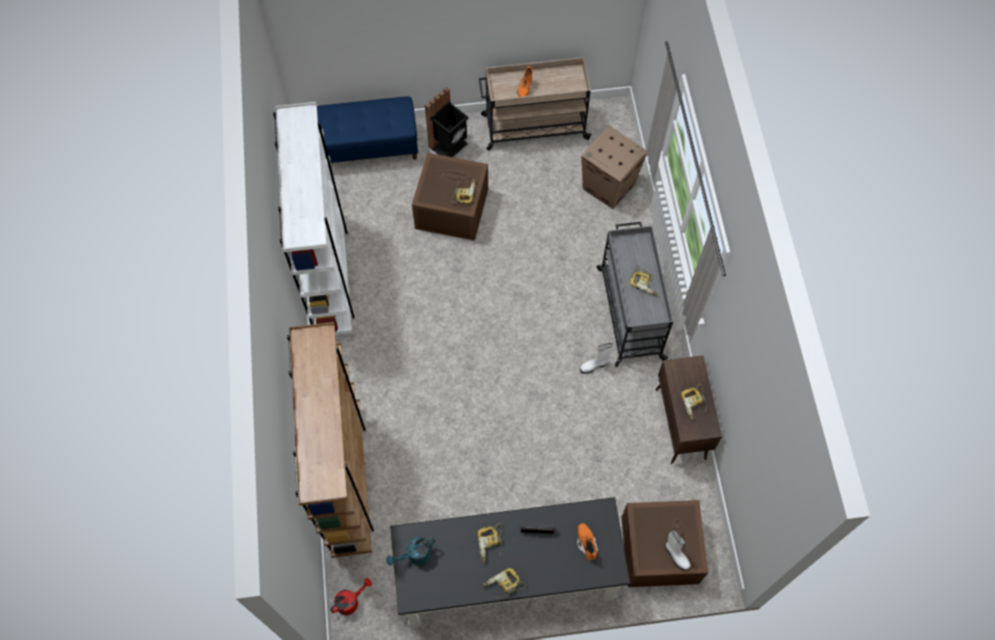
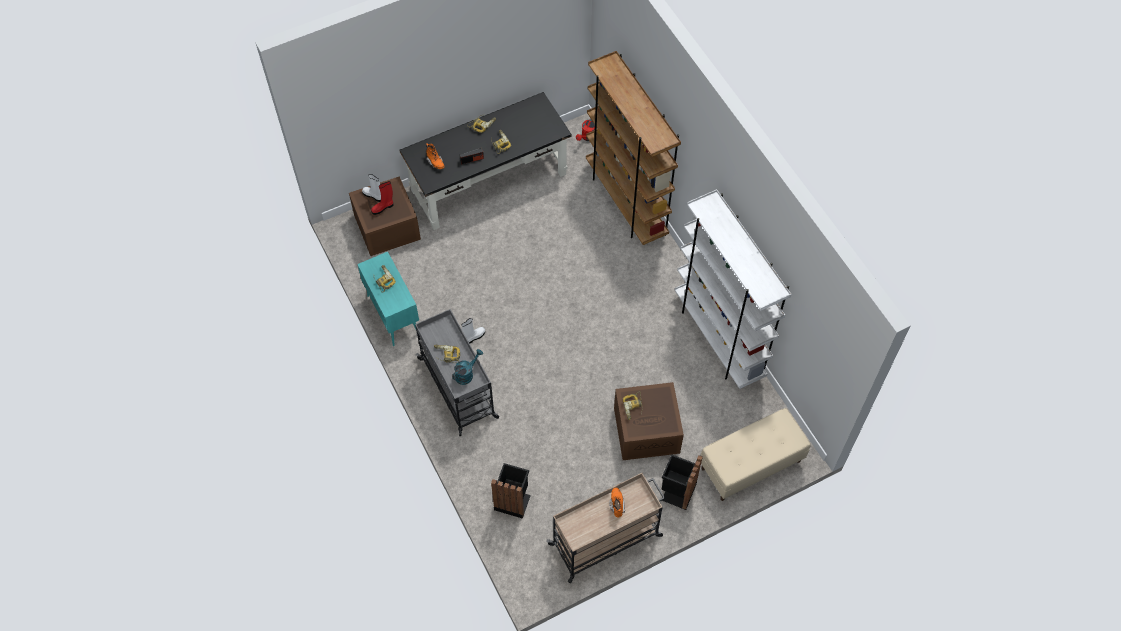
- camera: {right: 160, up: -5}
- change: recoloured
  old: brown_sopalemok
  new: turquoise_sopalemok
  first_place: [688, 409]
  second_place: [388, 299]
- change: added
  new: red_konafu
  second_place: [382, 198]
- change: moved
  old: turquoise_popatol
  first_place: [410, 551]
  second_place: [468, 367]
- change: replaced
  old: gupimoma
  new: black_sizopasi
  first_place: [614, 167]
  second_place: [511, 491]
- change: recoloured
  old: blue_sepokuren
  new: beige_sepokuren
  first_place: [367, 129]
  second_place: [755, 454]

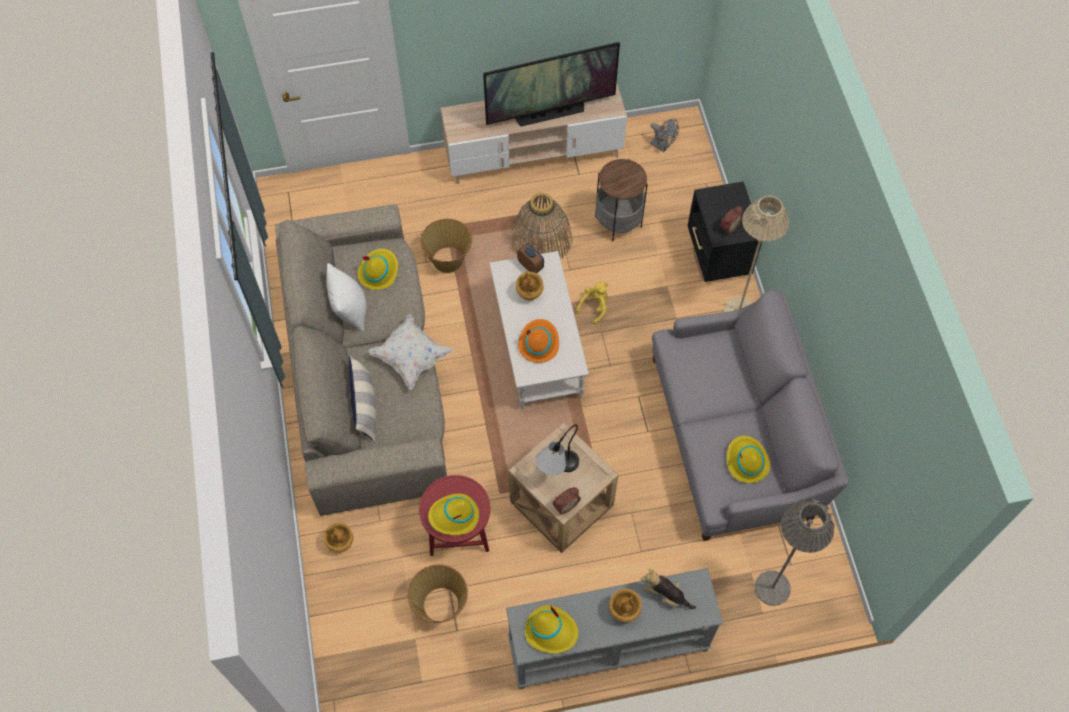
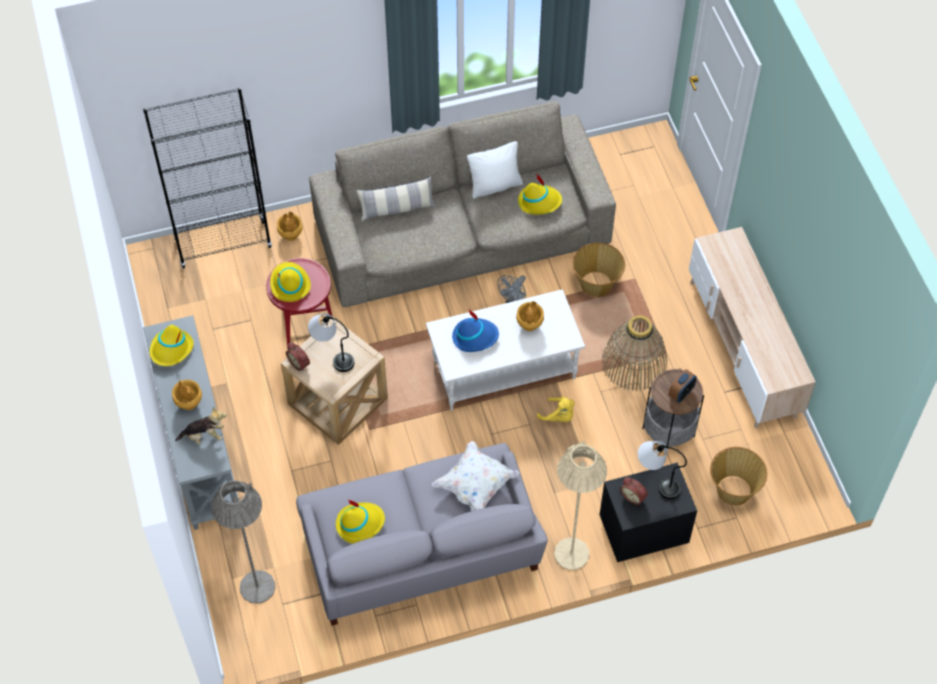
- camera: {right: 85, up: -5}
- change: added
  new: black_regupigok
  second_place: [207, 177]
- change: turned
  old: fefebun
  first_place: [668, 589]
  second_place: [200, 425]
  degrees: 60
- change: moved
  old: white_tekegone
  first_place: [410, 352]
  second_place: [475, 476]
- change: recoloured
  old: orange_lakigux
  new: blue_lakigux
  first_place: [538, 341]
  second_place: [475, 331]
- change: moved
  old: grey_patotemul
  first_place: [664, 135]
  second_place: [511, 289]
- change: added
  new: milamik
  second_place: [662, 470]
- change: moved
  old: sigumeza
  first_place: [530, 258]
  second_place: [683, 386]
- change: moved
  old: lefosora
  first_place: [438, 593]
  second_place: [738, 476]
- change: removed
  old: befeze
  first_place: [551, 84]

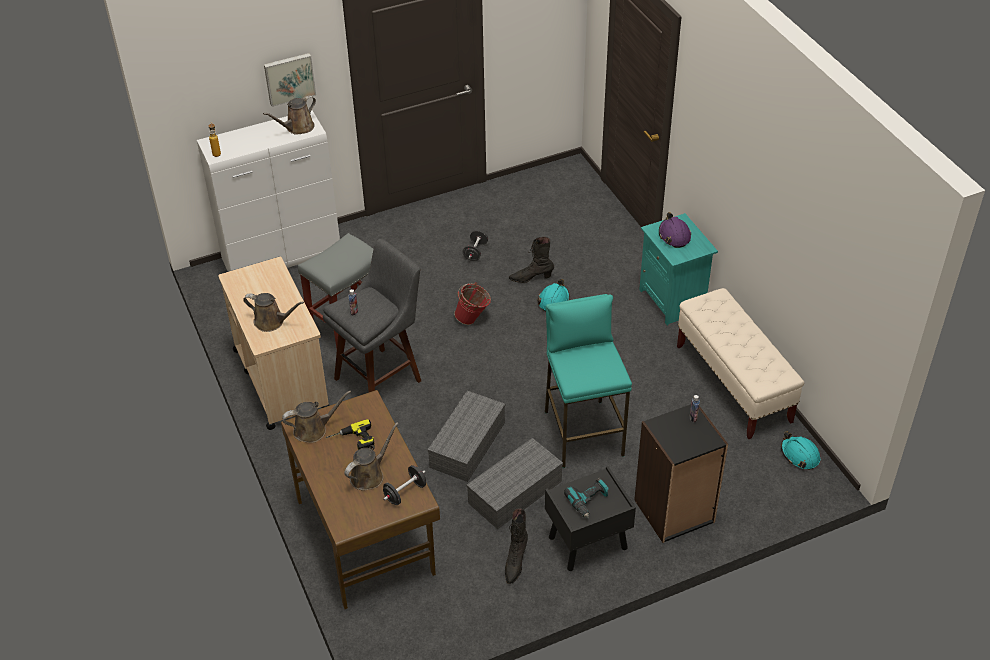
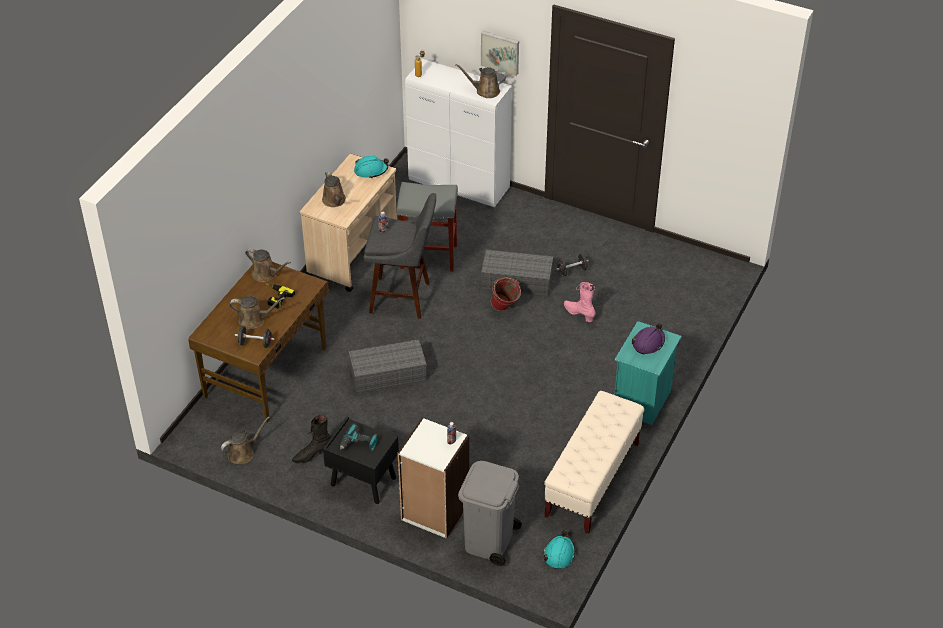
- camera: {right: 50, up: 0}
- change: added
  new: brown_popatol
  second_place: [245, 440]
- change: moved
  old: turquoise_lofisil
  first_place: [553, 295]
  second_place: [371, 167]
- change: recoloured
  old: black_regupigok
  new: white_regupigok
  first_place: [681, 473]
  second_place: [433, 478]
- change: added
  new: grey_sizopasi
  second_place: [490, 513]
- change: moved
  old: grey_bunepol
  first_place: [514, 483]
  second_place: [517, 273]
- change: recoloured
  old: black_konafu
  new: pink_konafu
  first_place: [531, 260]
  second_place: [580, 302]
- change: removed
  old: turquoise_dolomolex
  first_place: [588, 381]

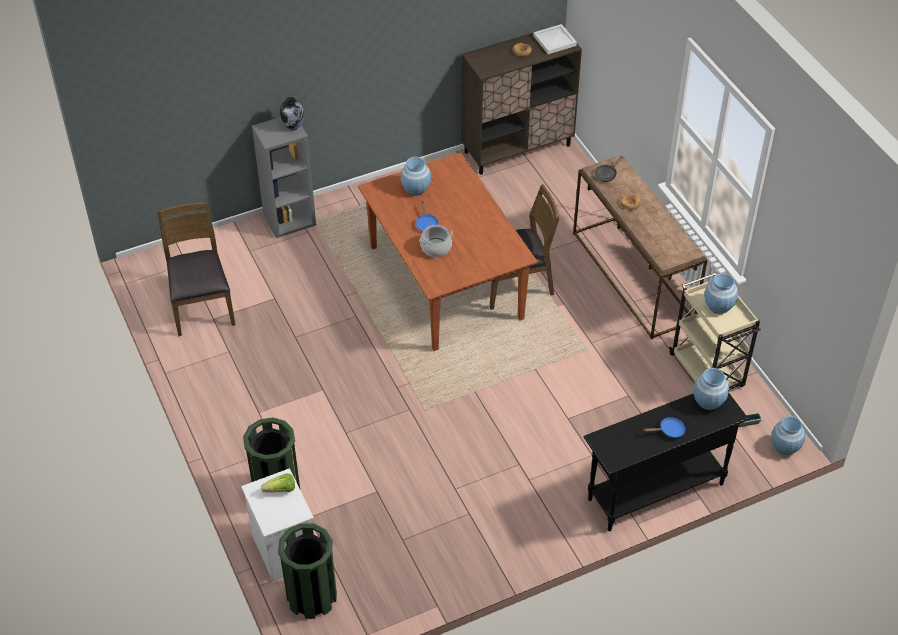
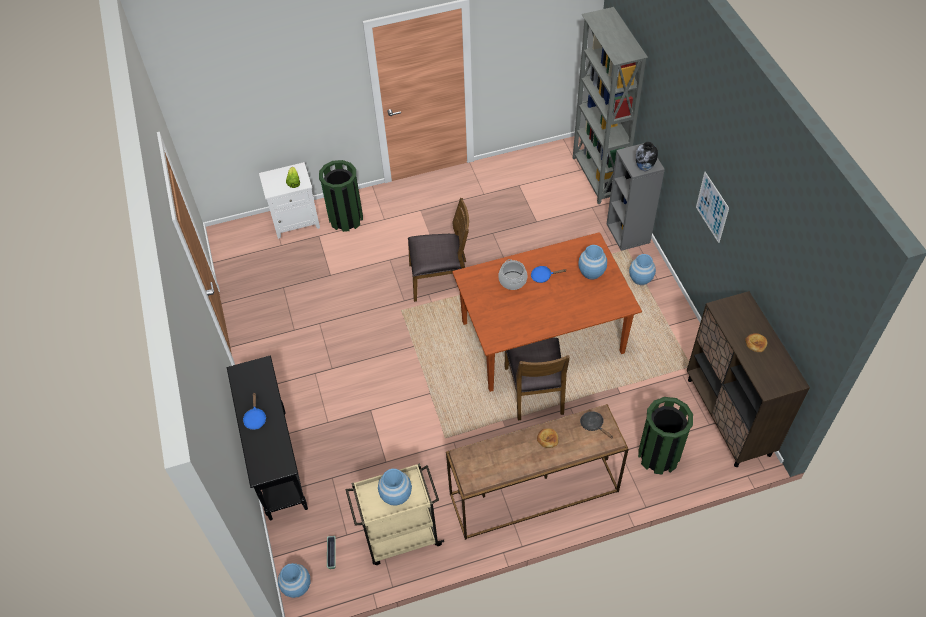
- camera: {right: 100, up: 5}
- change: moved
  old: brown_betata
  first_place: [196, 269]
  second_place: [438, 250]
- change: added
  new: grey_regupigok
  second_place: [610, 105]
- change: moved
  old: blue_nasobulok
  first_place: [711, 389]
  second_place: [642, 269]
- change: moved
  old: green_sizopasi
  first_place: [307, 571]
  second_place: [665, 436]
- change: added
  new: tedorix
  second_place: [712, 207]
- change: removed
  old: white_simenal
  first_place: [555, 39]

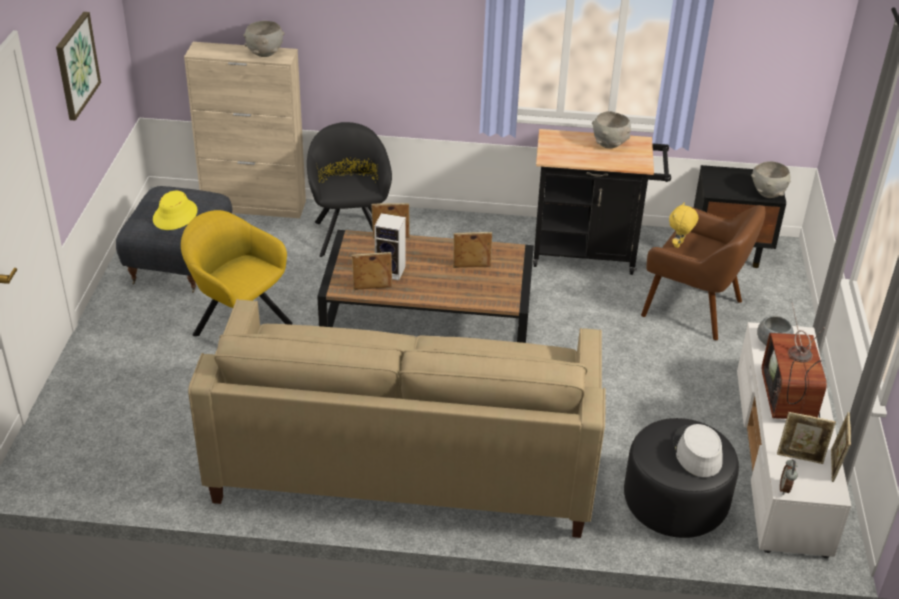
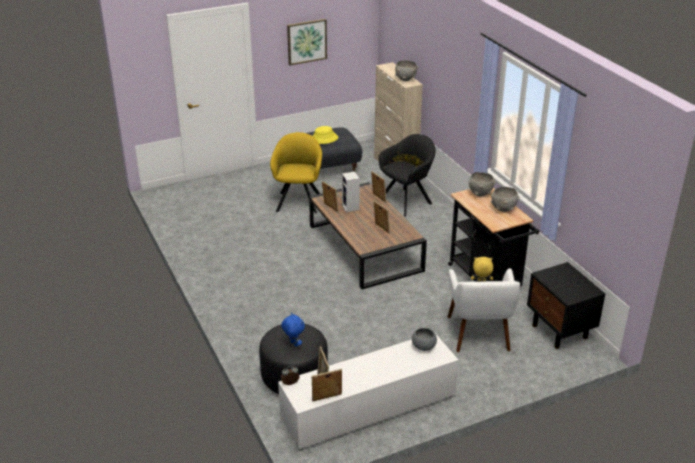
- camera: {right: 60, up: -5}
- change: replaced
  old: grey_lakigux
  new: blue_fefebun
  first_place: [698, 450]
  second_place: [293, 329]
- change: recoloured
  old: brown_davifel
  new: white_davifel
  first_place: [703, 272]
  second_place: [484, 310]
- change: moved
  old: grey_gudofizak
  first_place: [771, 179]
  second_place: [482, 184]
- change: removed
  old: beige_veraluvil
  first_place: [397, 418]
- change: removed
  old: befeze
  first_place: [794, 361]

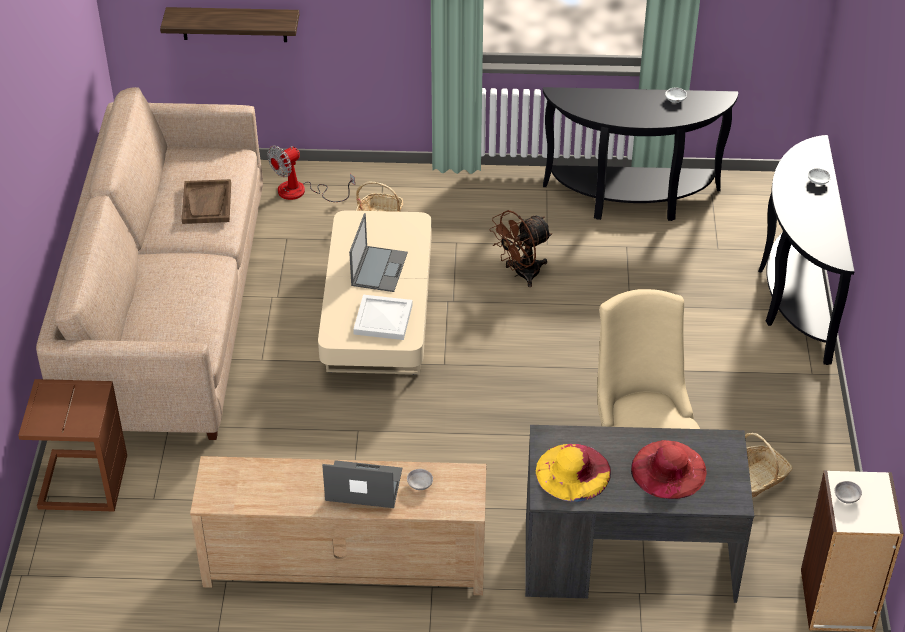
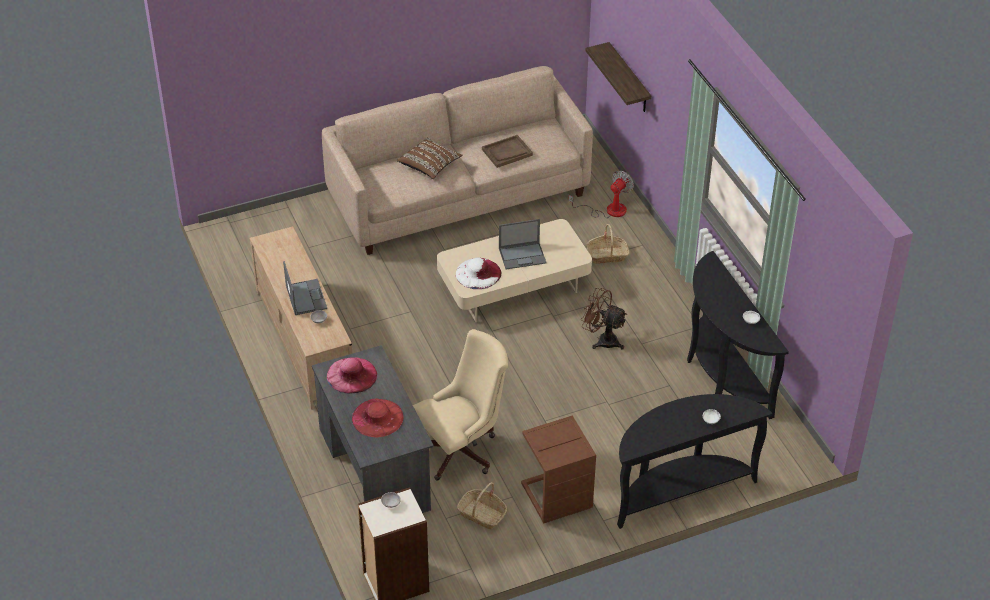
- camera: {right: 65, up: 0}
- change: recoloured
  old: yellow_lakigux
  new: pink_lakigux
  first_place: [573, 473]
  second_place: [352, 375]
- change: added
  new: brown_tekegone
  second_place: [430, 158]
- change: replaced
  old: white_simenal
  new: white_lakigux
  first_place: [383, 317]
  second_place: [478, 273]
- change: moved
  old: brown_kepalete
  first_place: [72, 445]
  second_place: [558, 469]
- change: turned
  old: patotemul
  first_place: [311, 174]
  second_place: [601, 194]
  degrees: 105

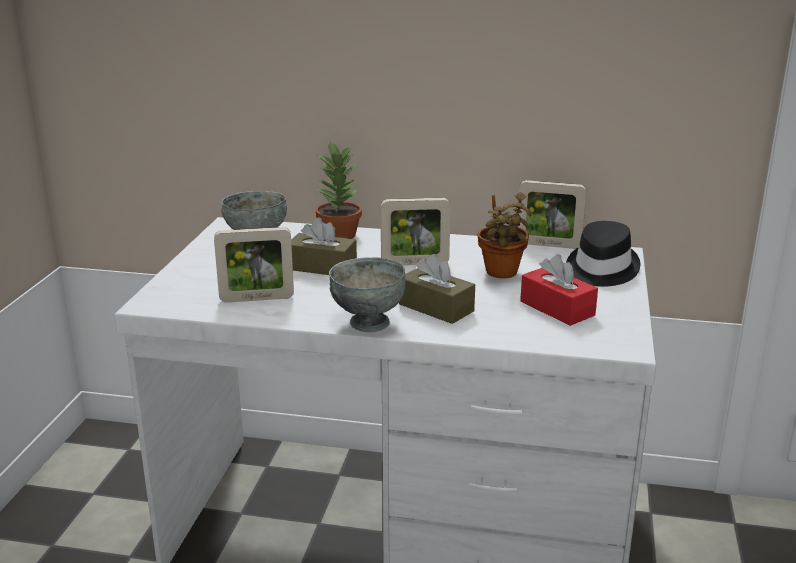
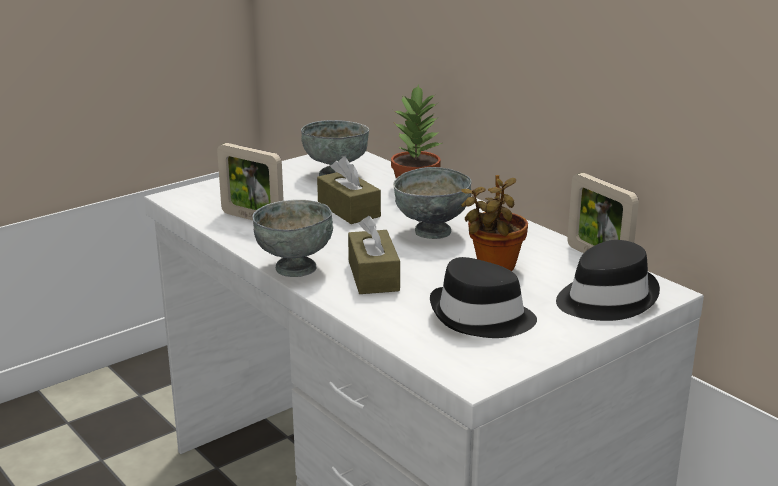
- camera: {right: 40, up: 0}
- change: replaced
  old: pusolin
  new: grey_gudofizak
  first_place: [416, 232]
  second_place: [432, 203]
- change: replaced
  old: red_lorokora
  new: black_lakigux
  first_place: [559, 290]
  second_place: [483, 297]

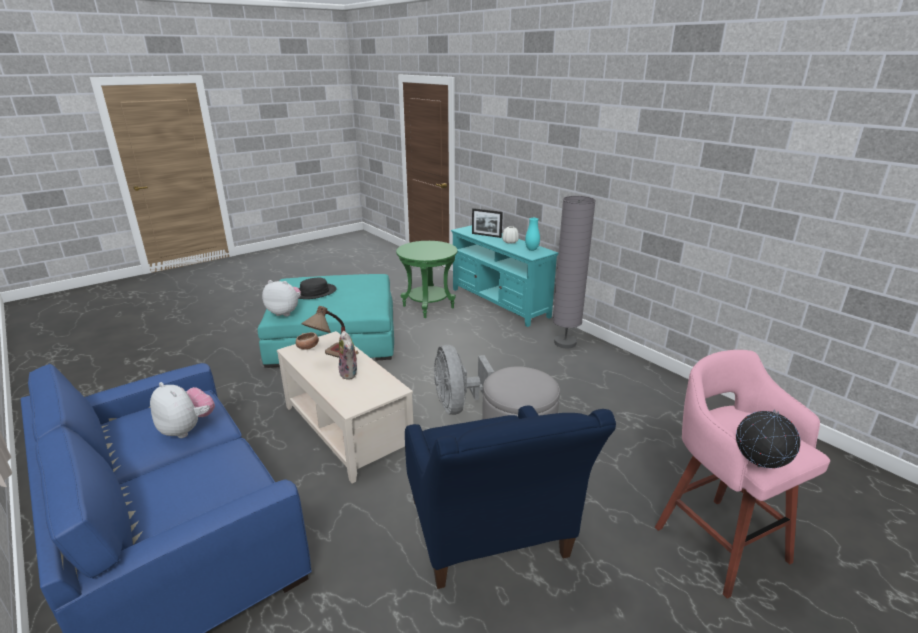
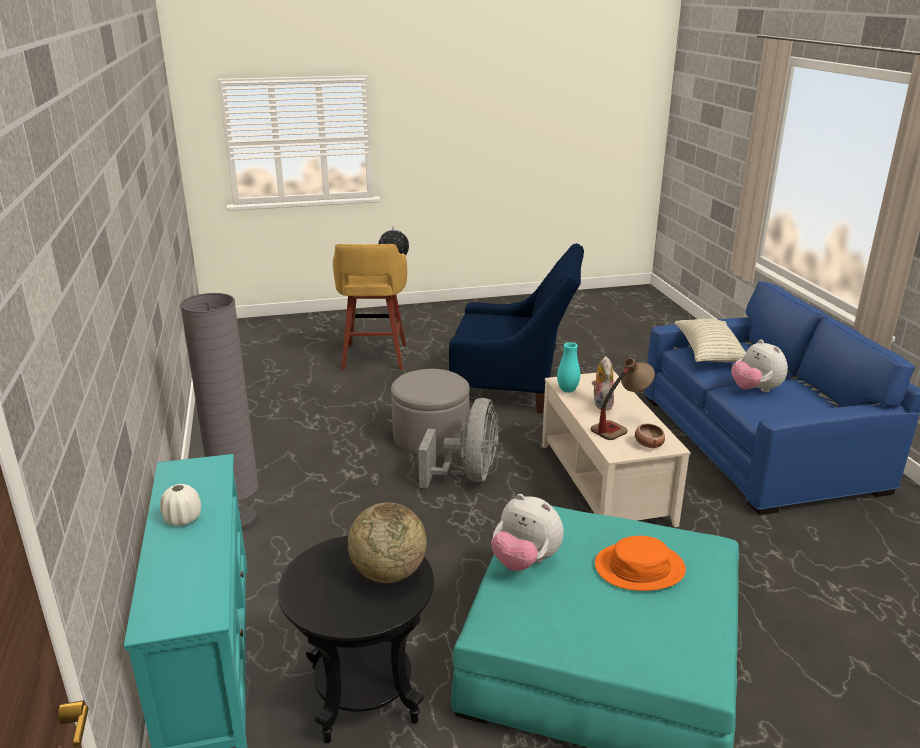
- camera: {right: -155, up: 0}
- change: recoloured
  old: green_kepalete
  new: black_kepalete
  first_place: [426, 279]
  second_place: [356, 639]
- change: recoloured
  old: pink_dolomolex
  new: yellow_dolomolex
  first_place: [743, 474]
  second_place: [370, 307]
- change: added
  new: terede
  second_place: [387, 542]
- change: turned
  old: blue_davifel
  first_place: [510, 497]
  second_place: [516, 328]
  degrees: 90
- change: moved
  old: fefebun
  first_place: [281, 298]
  second_place: [527, 532]
- change: moved
  old: turquoise_nasobulok
  first_place: [532, 234]
  second_place: [568, 367]
- change: recoloured
  old: black_lakigux
  new: orange_lakigux
  first_place: [317, 288]
  second_place: [640, 563]
- change: added
  new: tekegone
  second_place: [710, 340]
- change: removed
  old: pusolin
  first_place: [487, 223]

